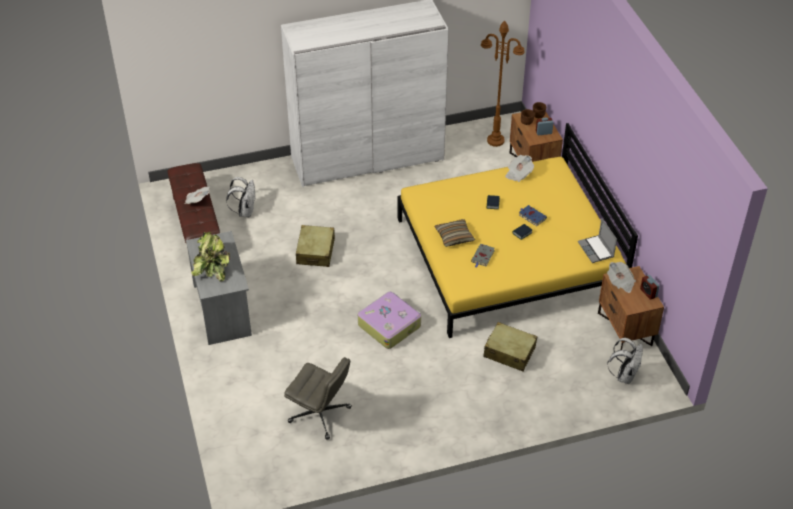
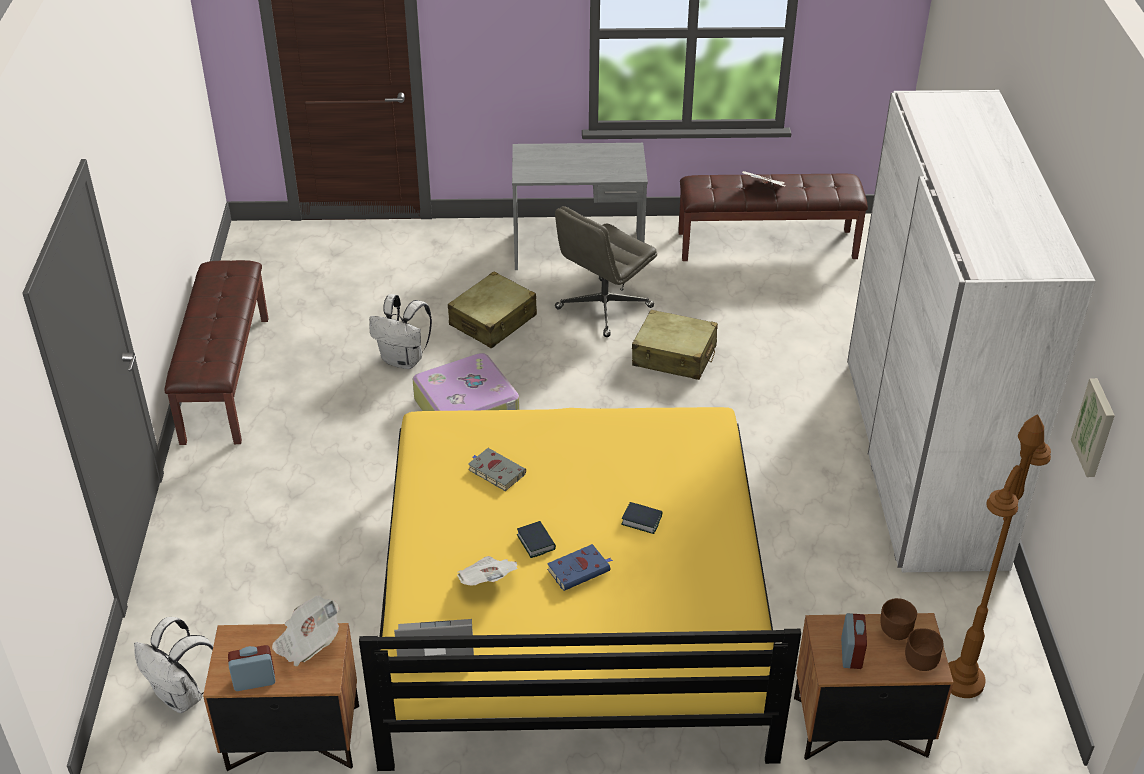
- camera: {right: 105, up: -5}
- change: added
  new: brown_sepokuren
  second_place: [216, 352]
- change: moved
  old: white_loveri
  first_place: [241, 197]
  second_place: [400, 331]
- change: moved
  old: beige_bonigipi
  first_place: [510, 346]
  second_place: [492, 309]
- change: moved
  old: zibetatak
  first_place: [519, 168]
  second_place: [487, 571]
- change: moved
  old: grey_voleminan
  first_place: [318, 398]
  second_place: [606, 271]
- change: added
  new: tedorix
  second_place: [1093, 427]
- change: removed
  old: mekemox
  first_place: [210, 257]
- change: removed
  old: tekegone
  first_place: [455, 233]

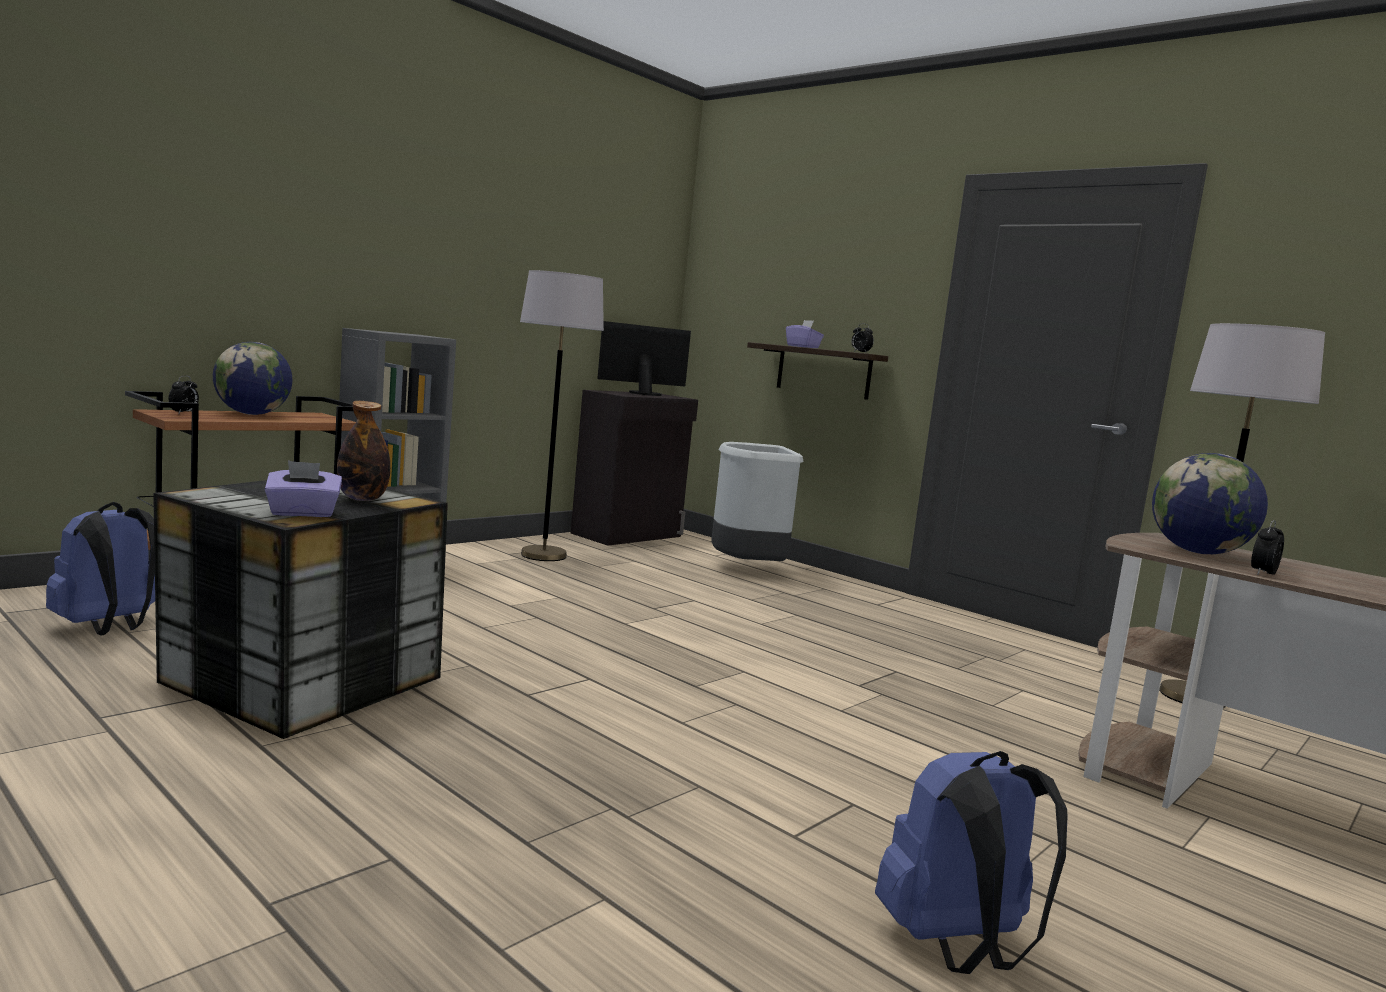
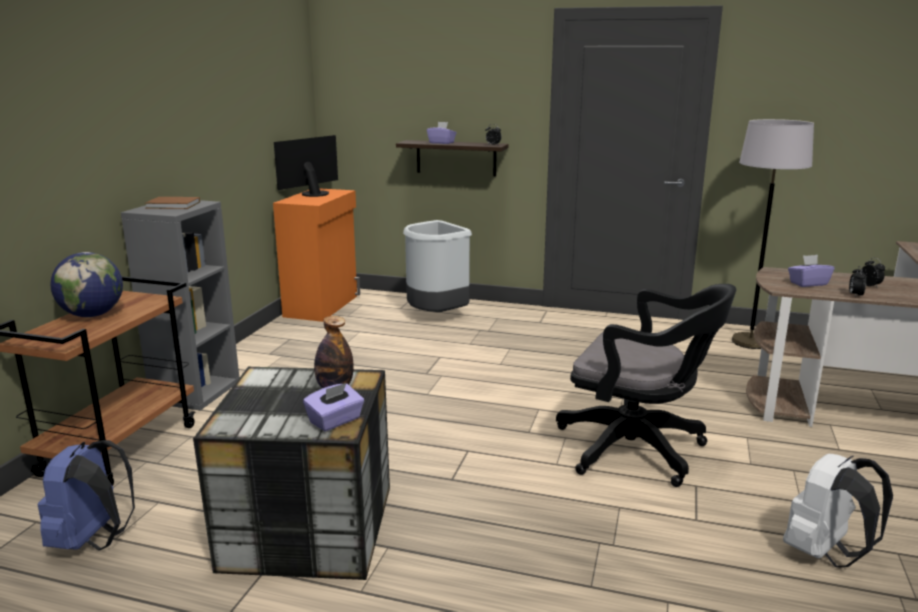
- camera: {right: -25, up: 10}
- change: added
  new: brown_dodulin
  second_place: [172, 203]
- change: recoloured
  old: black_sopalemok
  new: orange_sopalemok
  first_place: [634, 468]
  second_place: [316, 255]
- change: added
  new: black_voleminan
  second_place: [646, 385]
- change: recoloured
  old: blue_loveri
  new: white_loveri
  first_place: [971, 862]
  second_place: [838, 510]
- change: replaced
  old: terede
  new: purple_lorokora
  first_place: [1210, 503]
  second_place: [811, 271]
- change: moved
  old: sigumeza
  first_place: [184, 395]
  second_place: [873, 272]
- change: removed
  old: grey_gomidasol
  first_place: [562, 415]

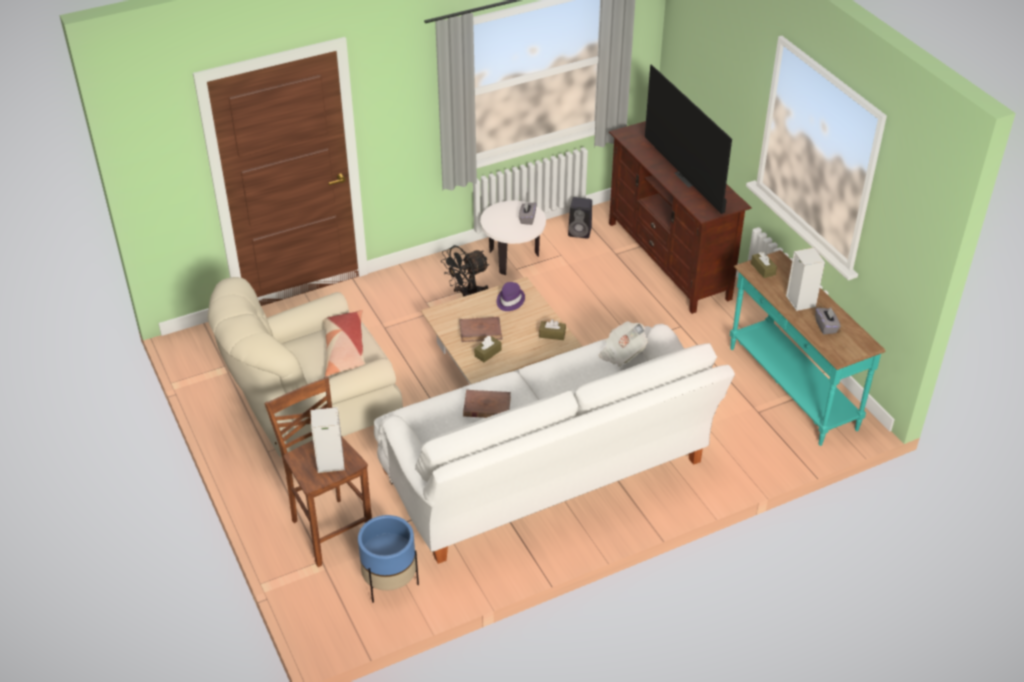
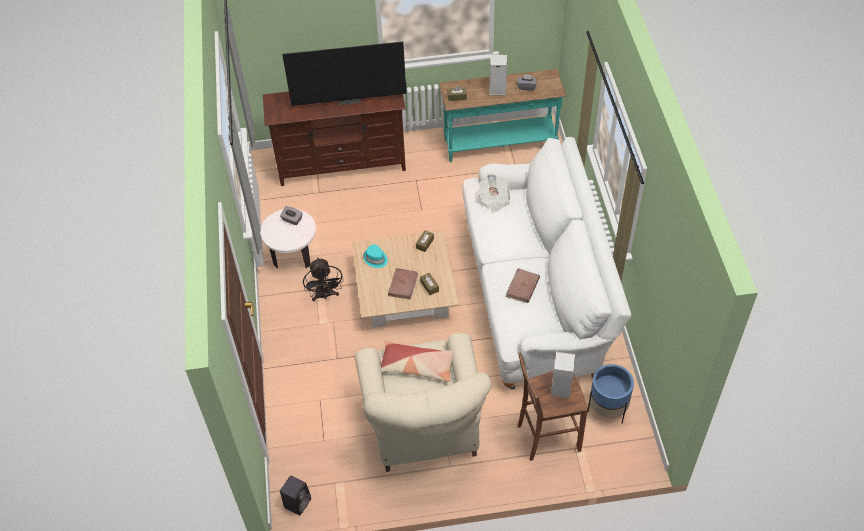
- camera: {right: -70, up: 10}
- change: moved
  old: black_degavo
  first_place: [580, 218]
  second_place: [295, 495]
- change: recoloured
  old: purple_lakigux
  new: turquoise_lakigux
  first_place: [511, 296]
  second_place: [375, 256]

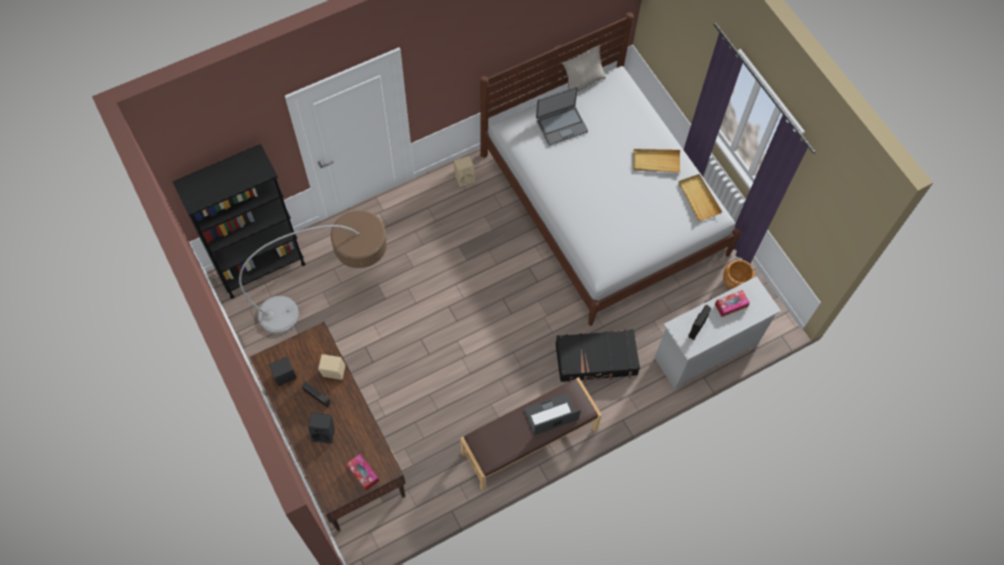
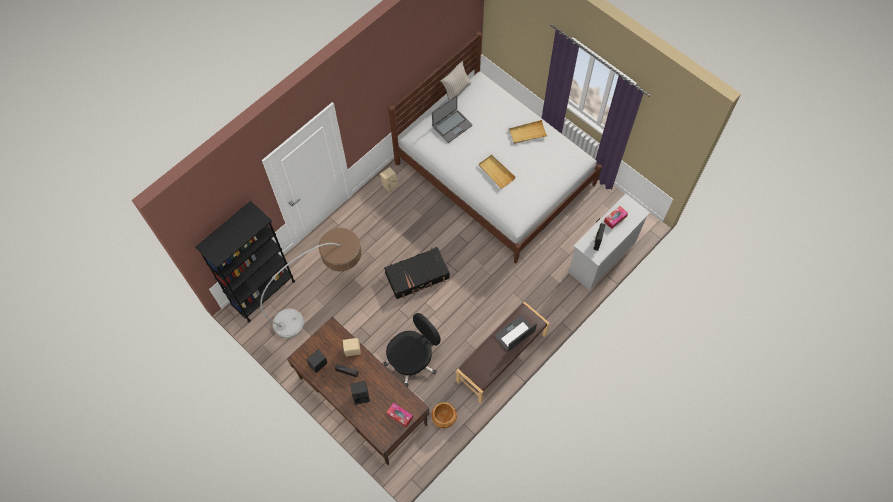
- camera: {right: -15, up: 0}
- change: added
  new: black_voleminan
  second_place: [412, 350]
- change: moved
  old: black_bonigipi
  first_place: [597, 355]
  second_place: [417, 273]
- change: moved
  old: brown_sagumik
  first_place: [739, 275]
  second_place: [444, 415]
- change: moved
  old: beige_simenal
  first_place: [700, 197]
  second_place: [497, 171]

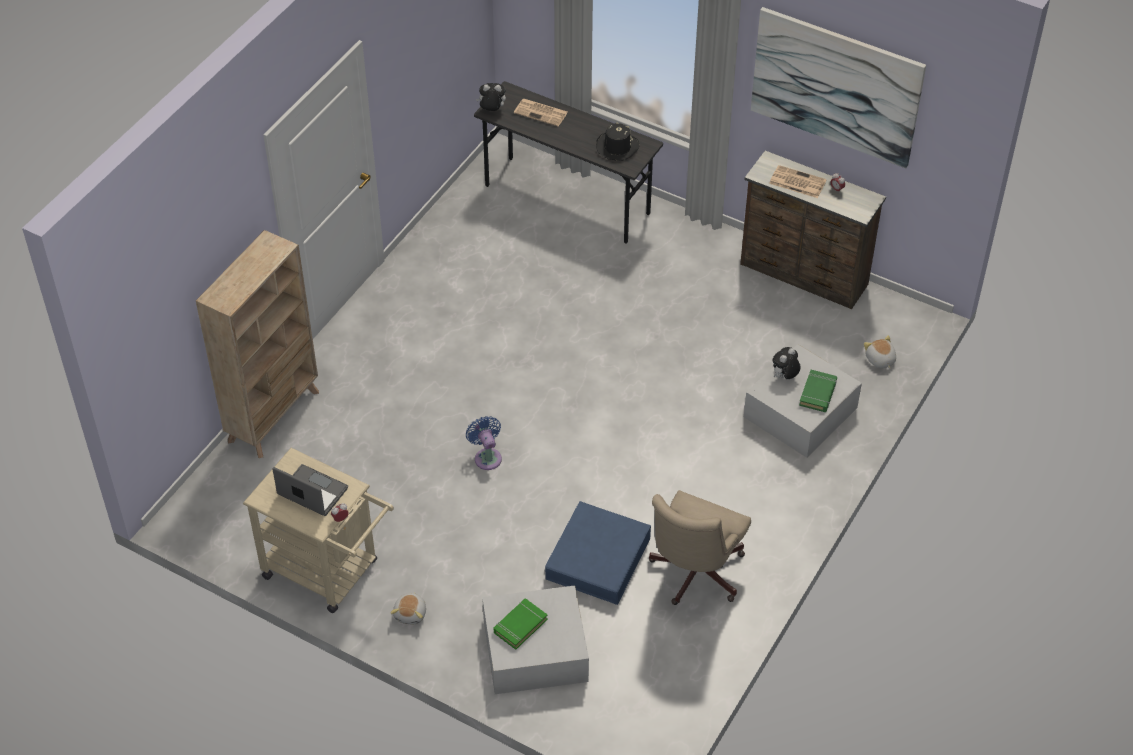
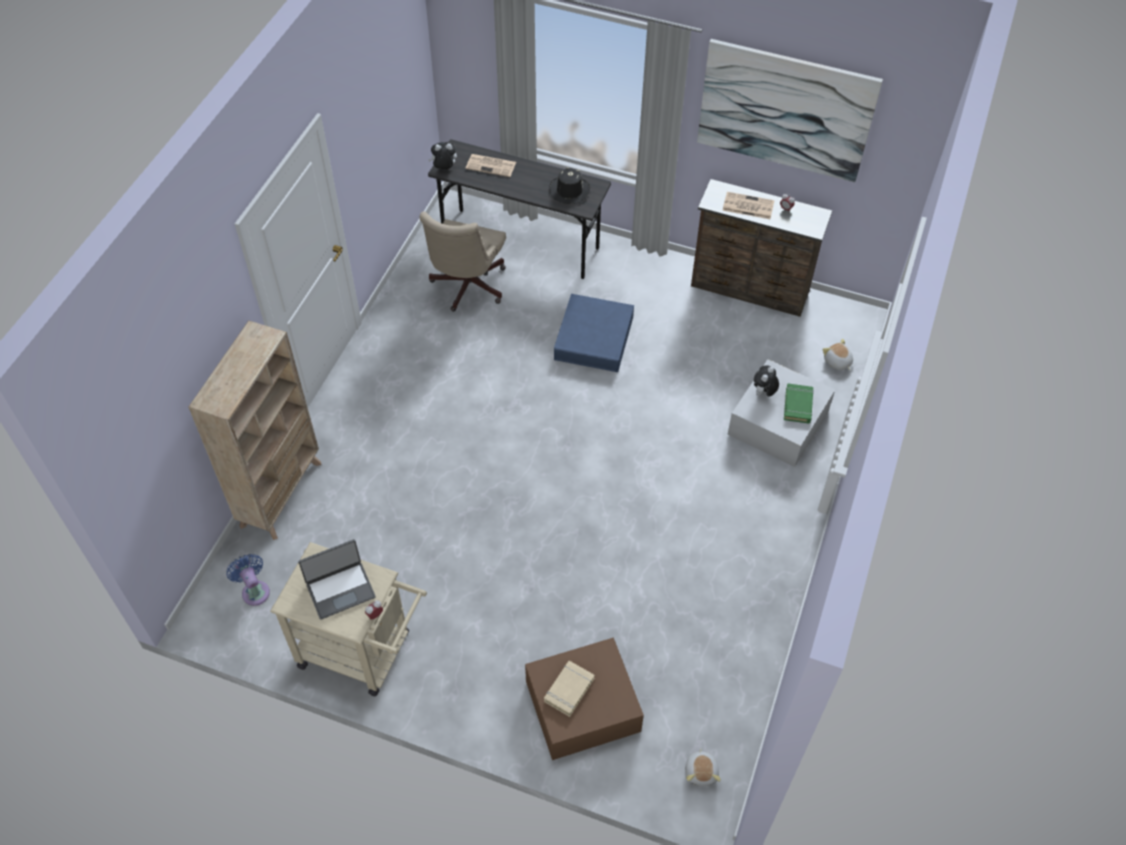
- camera: {right: -10, up: 5}
- change: moved
  old: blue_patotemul
  first_place: [484, 443]
  second_place: [248, 580]
- change: turned
  old: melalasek
  first_place: [310, 490]
  second_place: [337, 579]
  degrees: 135
- change: moved
  old: beige_voleminan
  first_place: [700, 547]
  second_place: [463, 261]
- change: recoloured
  old: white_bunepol
  new: brown_bunepol
  first_place: [535, 639]
  second_place: [584, 698]
- change: recoloured
  old: green_dodulin
  new: beige_dodulin
  first_place: [521, 624]
  second_place: [569, 689]
- change: moved
  old: blue_bunepol
  first_place: [598, 553]
  second_place: [594, 333]
- change: moved
  old: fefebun
  first_place: [408, 608]
  second_place: [703, 767]

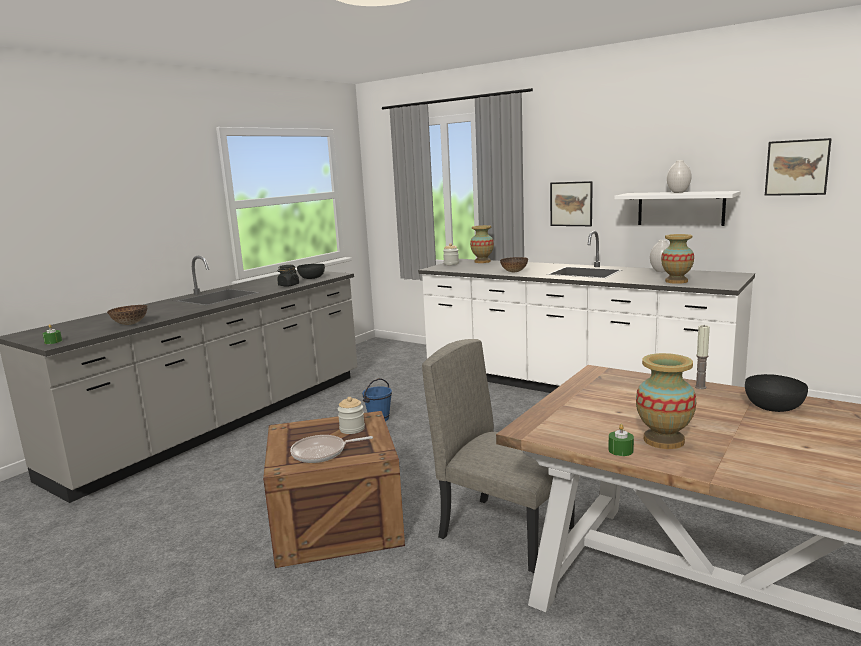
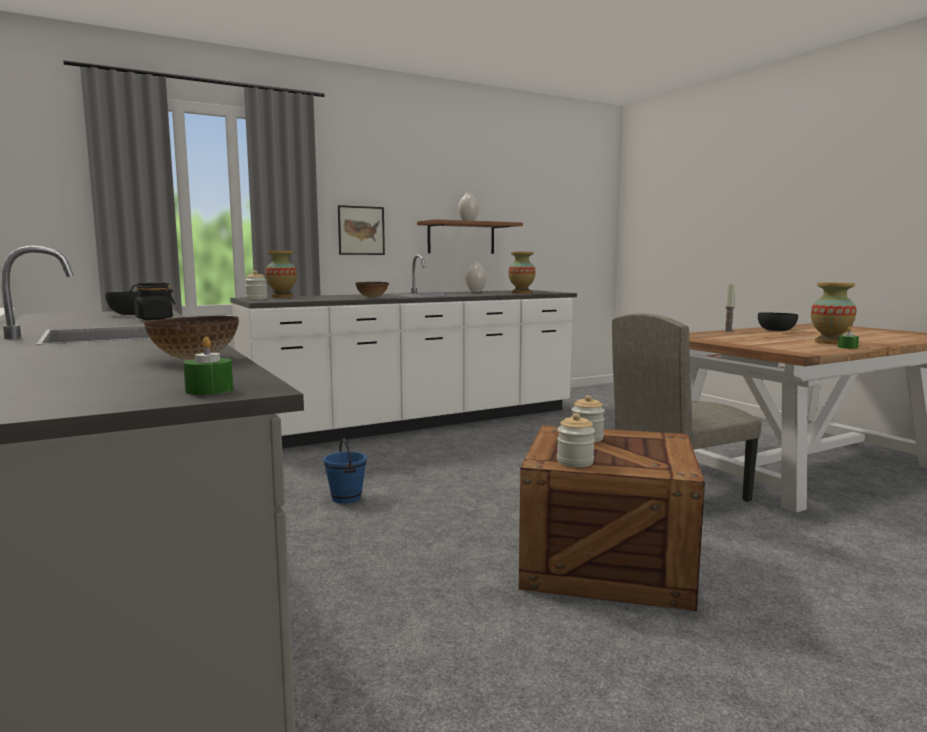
- camera: {right: -65, up: -5}
- change: recoloured
  old: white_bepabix
  new: brown_bepabix
  first_place: [677, 208]
  second_place: [470, 236]
- change: added
  new: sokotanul
  second_place: [576, 440]
- change: removed
  old: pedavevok
  first_place: [331, 449]
- change: removed
  old: tedorix
  first_place: [798, 167]

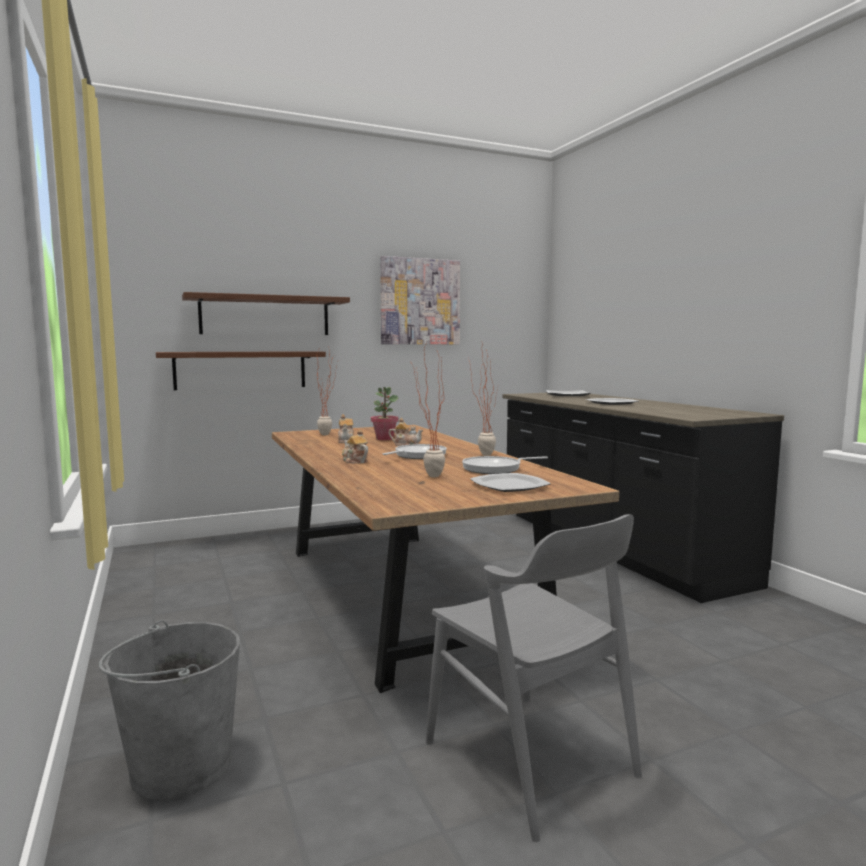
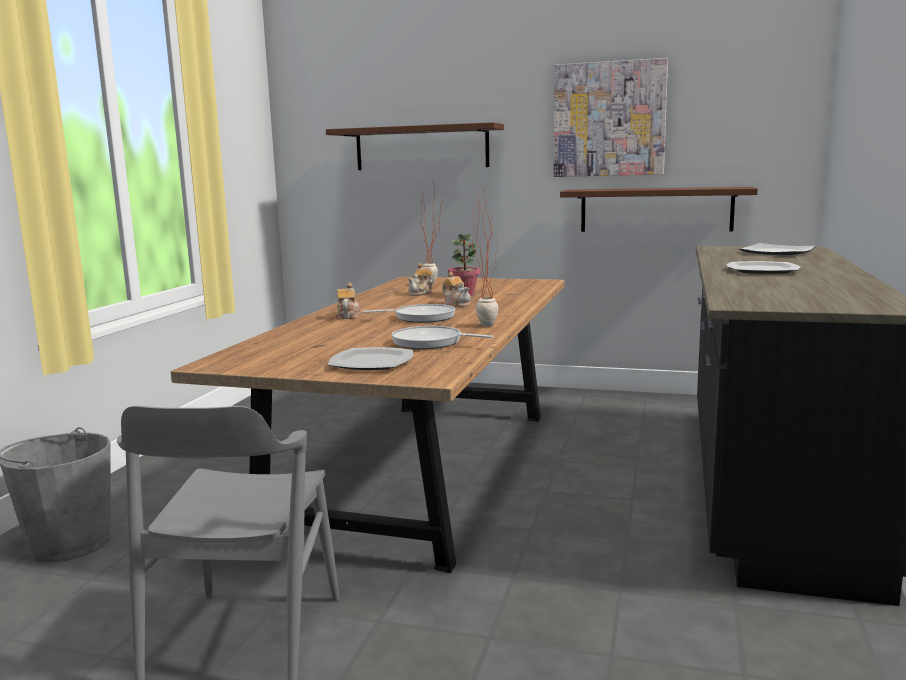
- camera: {right: 40, up: 5}
- change: moved
  old: brown_bepabix
  first_place: [241, 370]
  second_place: [659, 209]
- change: removed
  old: mekemox
  first_place: [427, 409]

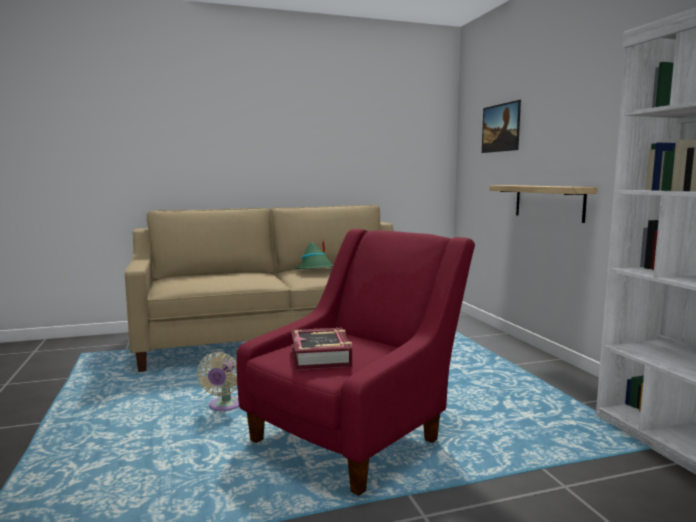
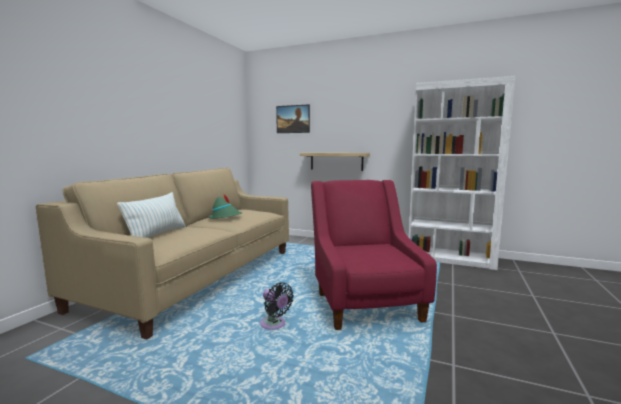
- camera: {right: -50, up: 0}
- change: added
  new: tekegone
  second_place: [151, 215]
- change: recoloured
  old: beige_patotemul
  new: black_patotemul
  first_place: [218, 381]
  second_place: [277, 306]
- change: removed
  old: dodulin
  first_place: [322, 349]

